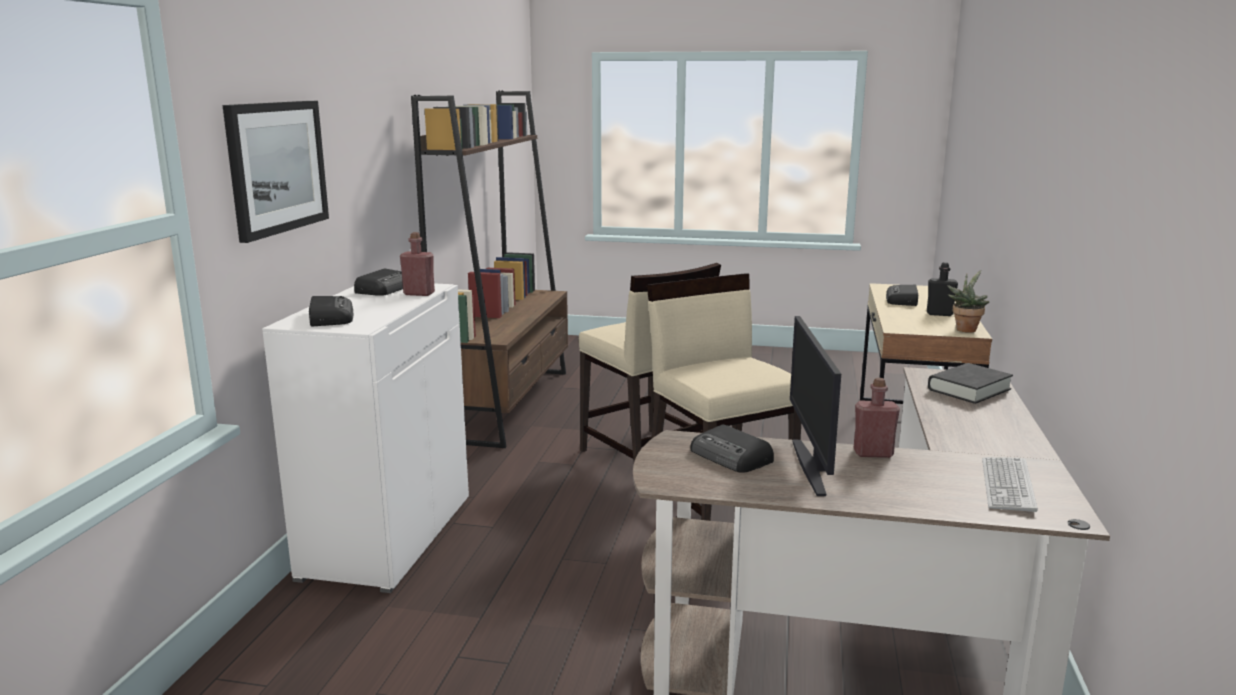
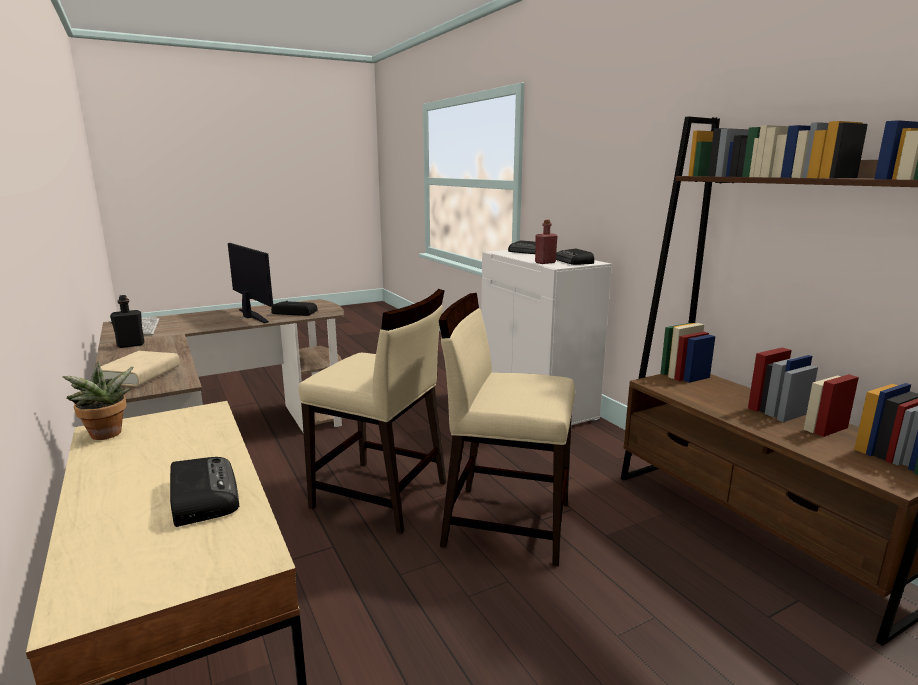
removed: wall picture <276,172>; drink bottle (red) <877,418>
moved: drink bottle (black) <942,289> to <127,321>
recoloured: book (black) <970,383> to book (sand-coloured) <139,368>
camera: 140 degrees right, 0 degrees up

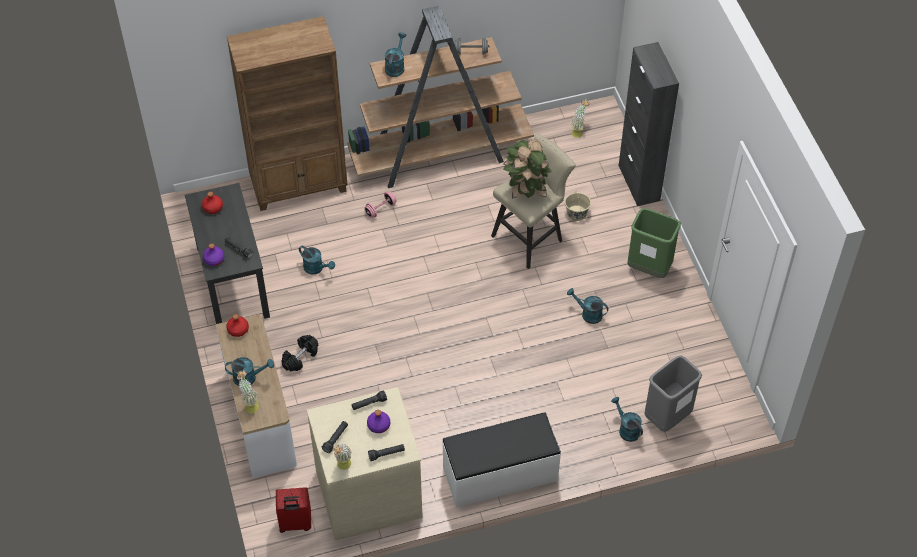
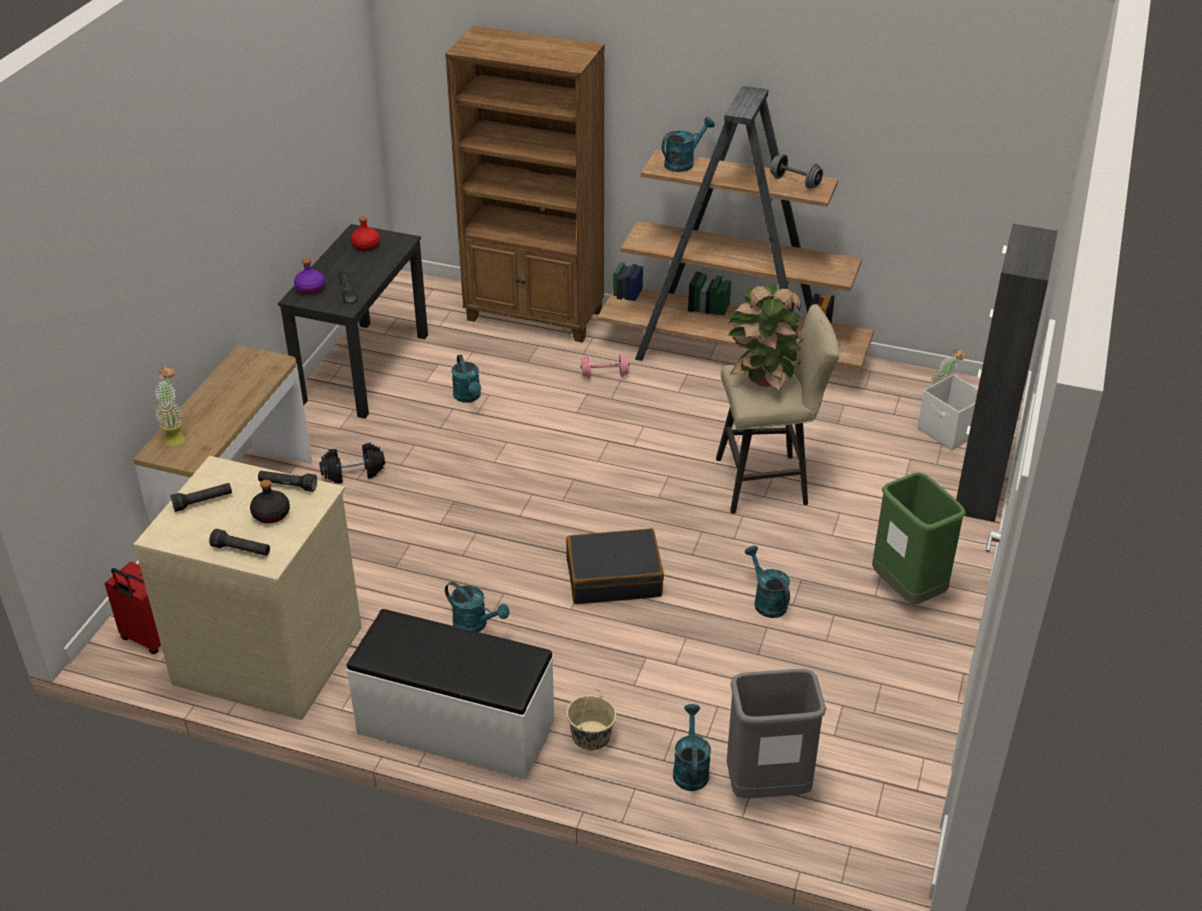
removed: drink bottle (red) <237,325>; plant in a pot <342,456>
added: travel case (black) <615,566>; storage bin (white) <947,412>
moved: watering can (turquoise-coloured) <249,371> to <477,607>; pail (sand-coloured) <578,205> to <591,719>
recoloured: drink bottle (purple-coloured) <378,421> to drink bottle (black) <270,501>
camera: 35 degrees right, 15 degrees down

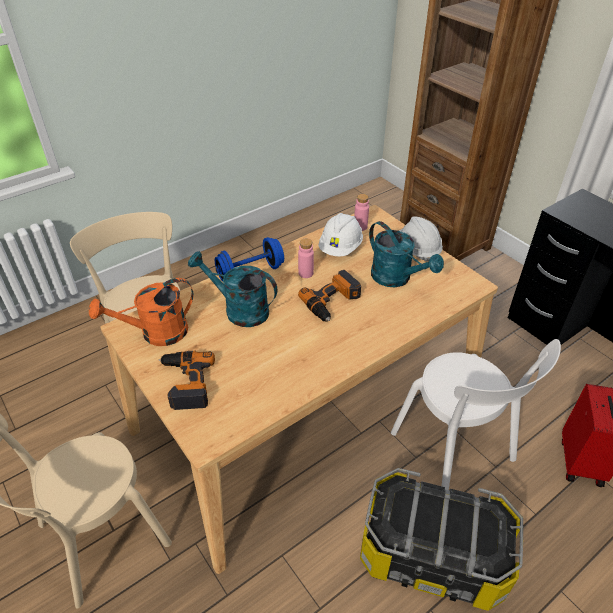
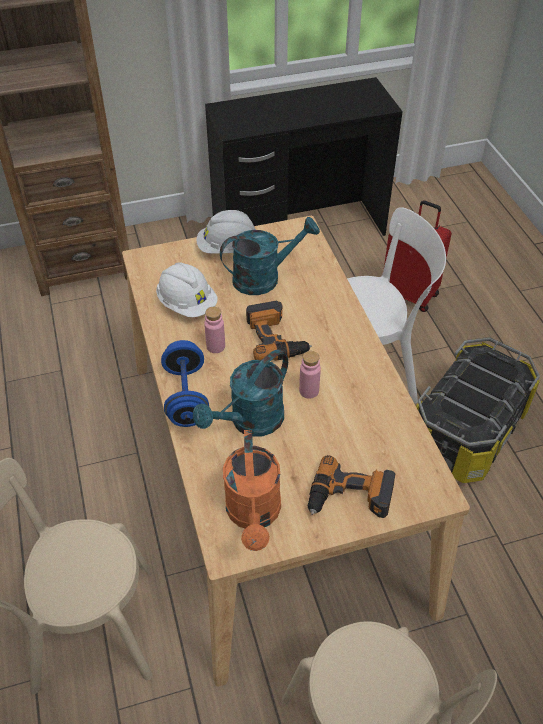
moved: drink bottle (pinkish) <361,212> to <310,375>
camera: 70 degrees left, 5 degrees up

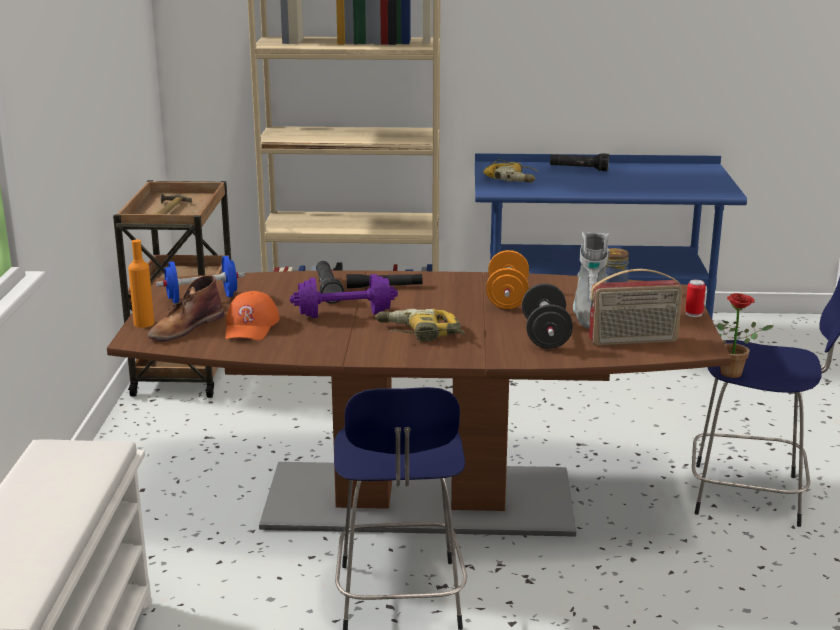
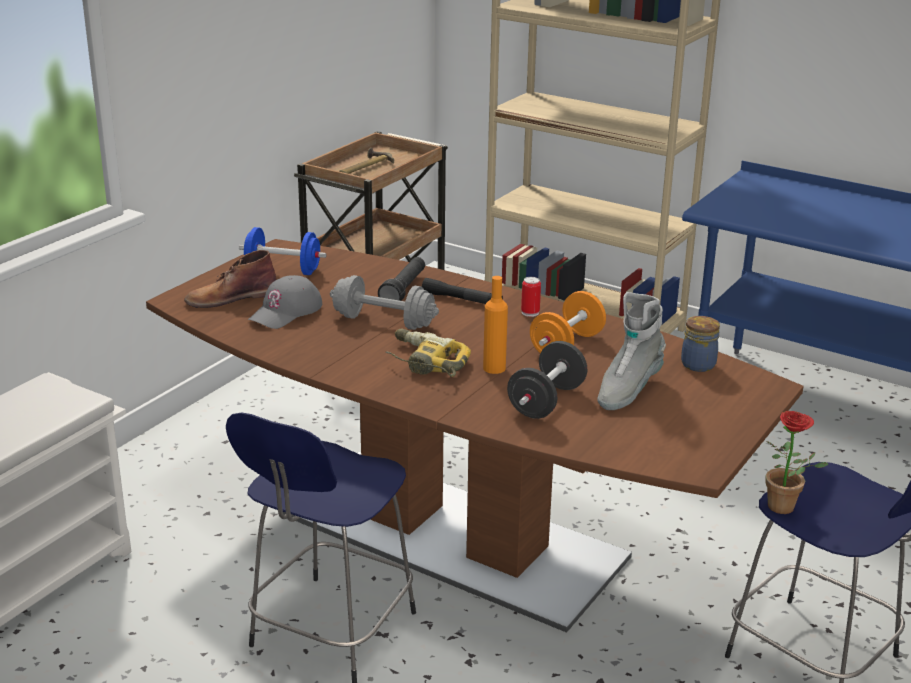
removed: power drill <510,171>; torch (black) <579,162>; radio <636,307>
moved: drink bottle (orangey) <141,284> to <495,325>; sealed can <695,298> to <531,297>
recoloured: cap (orangey) <252,315> to cap (grey) <285,302>; dumbbell (purple-coloured) <343,296> to dumbbell (grey) <384,302>
camera: 30 degrees right, 5 degrees up

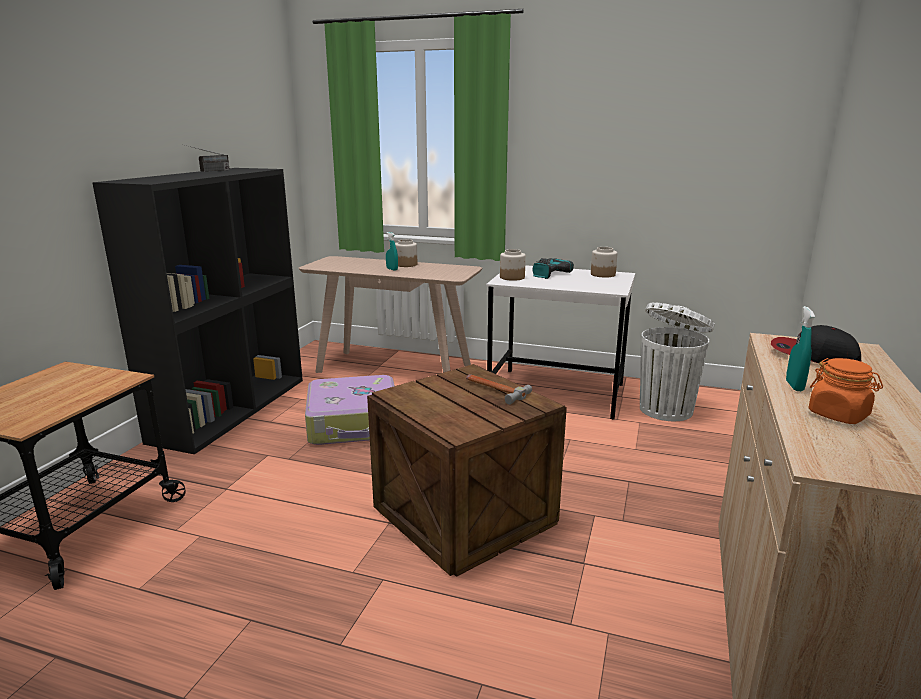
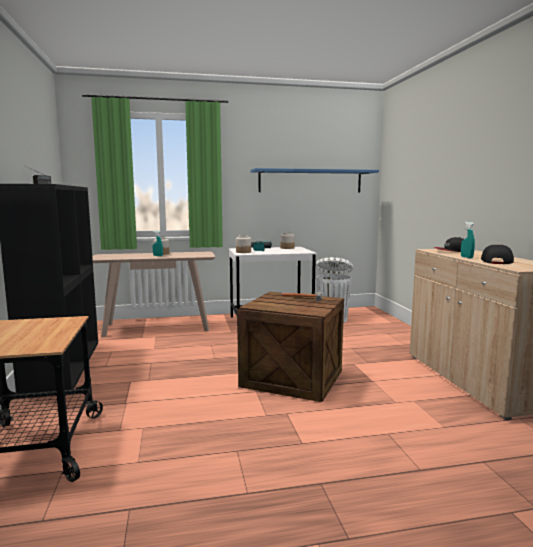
removed: travel case <350,410>
added: wall shelf (blue) <314,180>
replaced: preserve jar (orangey) <846,391> to cap <497,254>
camera: 30 degrees left, 10 degrees down

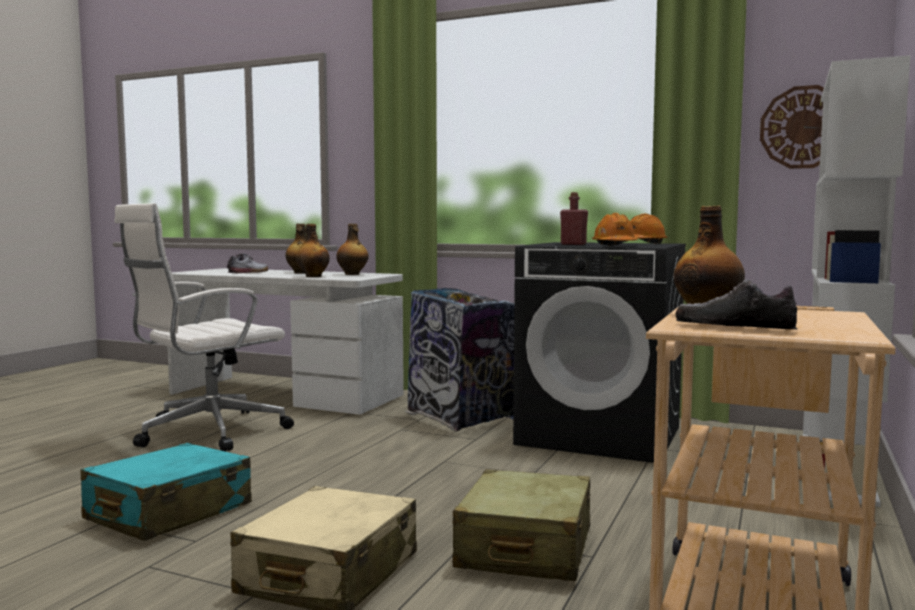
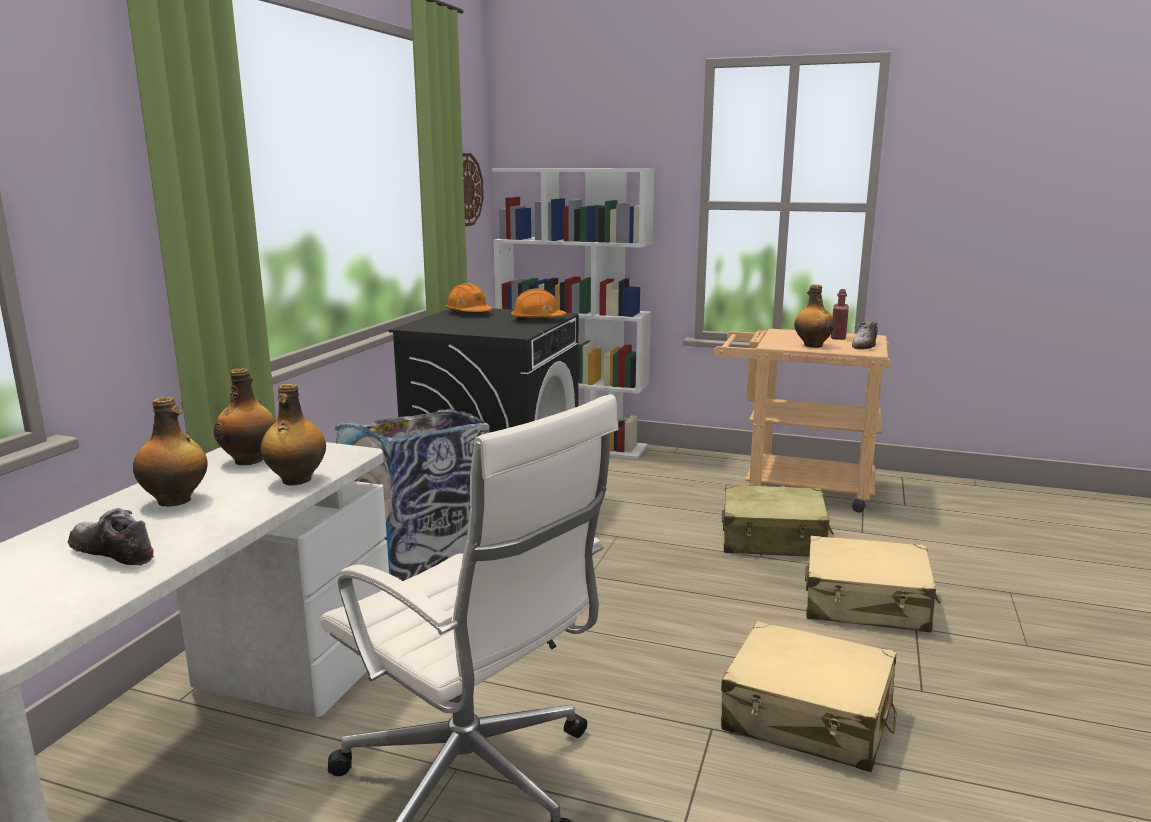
moved: drink bottle (red) <574,218> to <840,314>
recoloured: travel case (turquoise-coloured) <166,492> to travel case (sand-coloured) <809,696>
camera: 95 degrees left, 10 degrees up

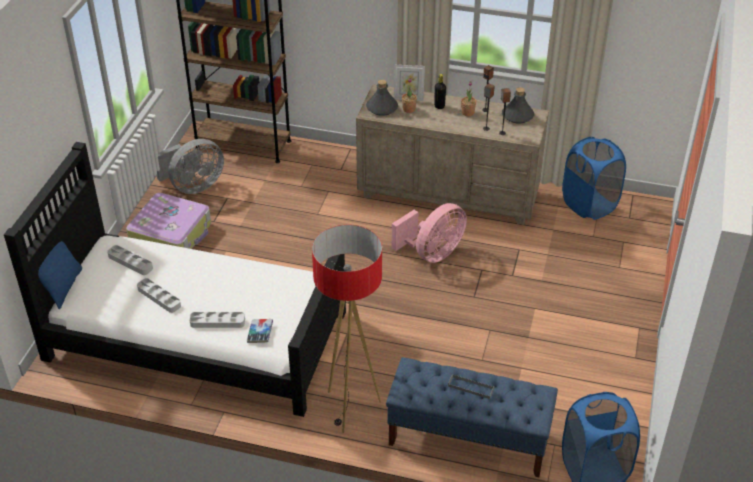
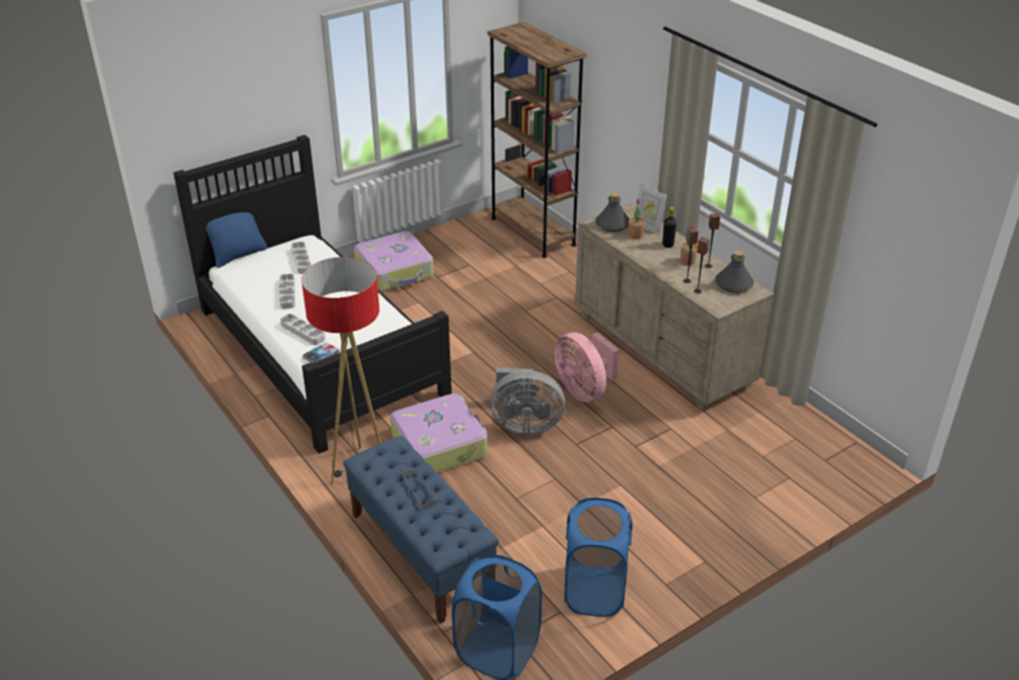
added: travel case <439,433>
moved: electric fan (grey) <190,166> to <527,401>; laundry basket (blue) <594,178> to <598,557>
turned: electric fan (pinkish) <429,233> = <586,367> 60 degrees clockwise
camera: 40 degrees right, 5 degrees down

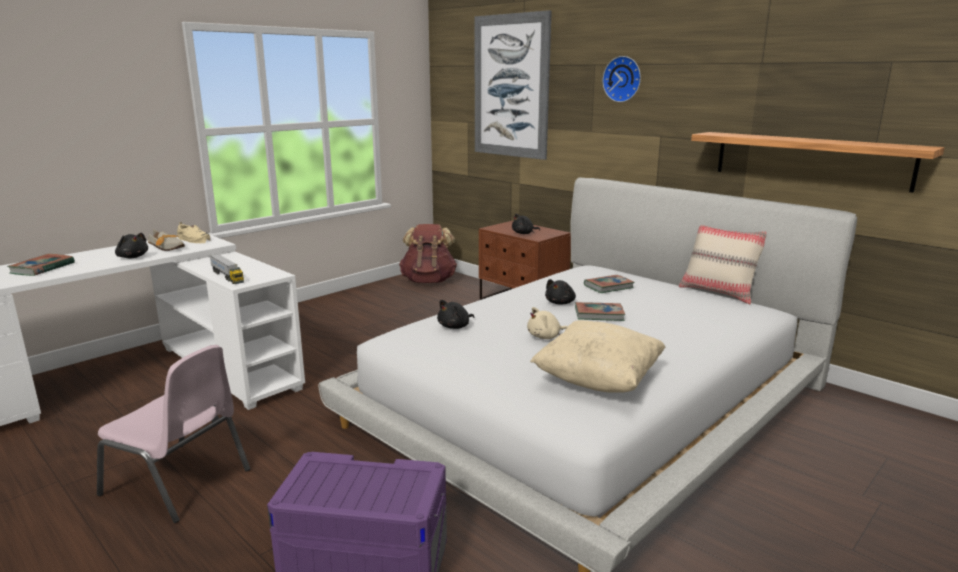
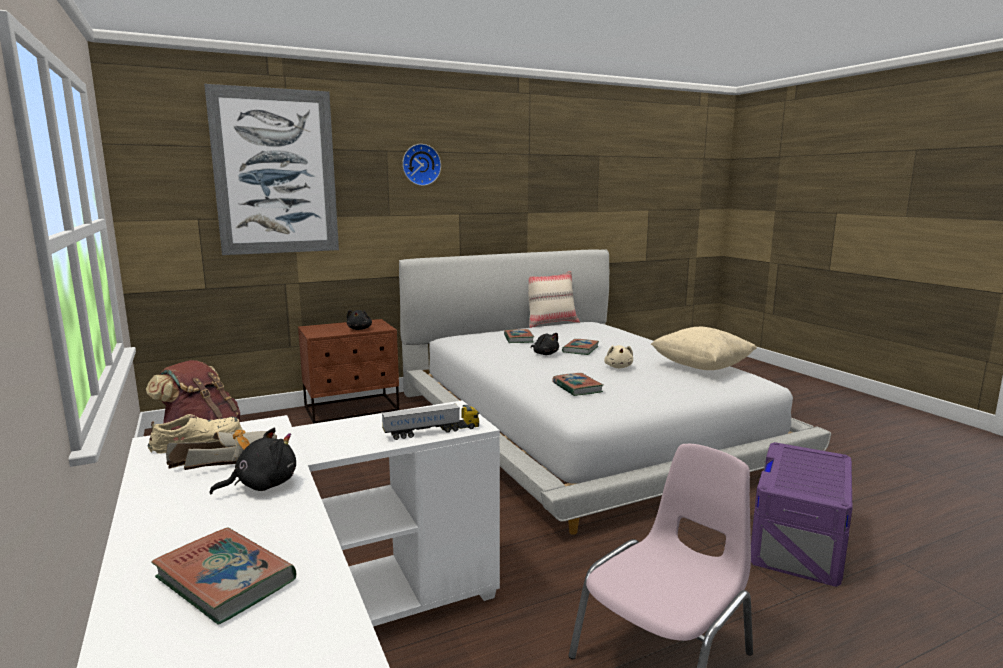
removed: wall shelf <818,162>
replaced: cuddly toy (black) <455,314> to book <577,384>
camera: 70 degrees left, 5 degrees down

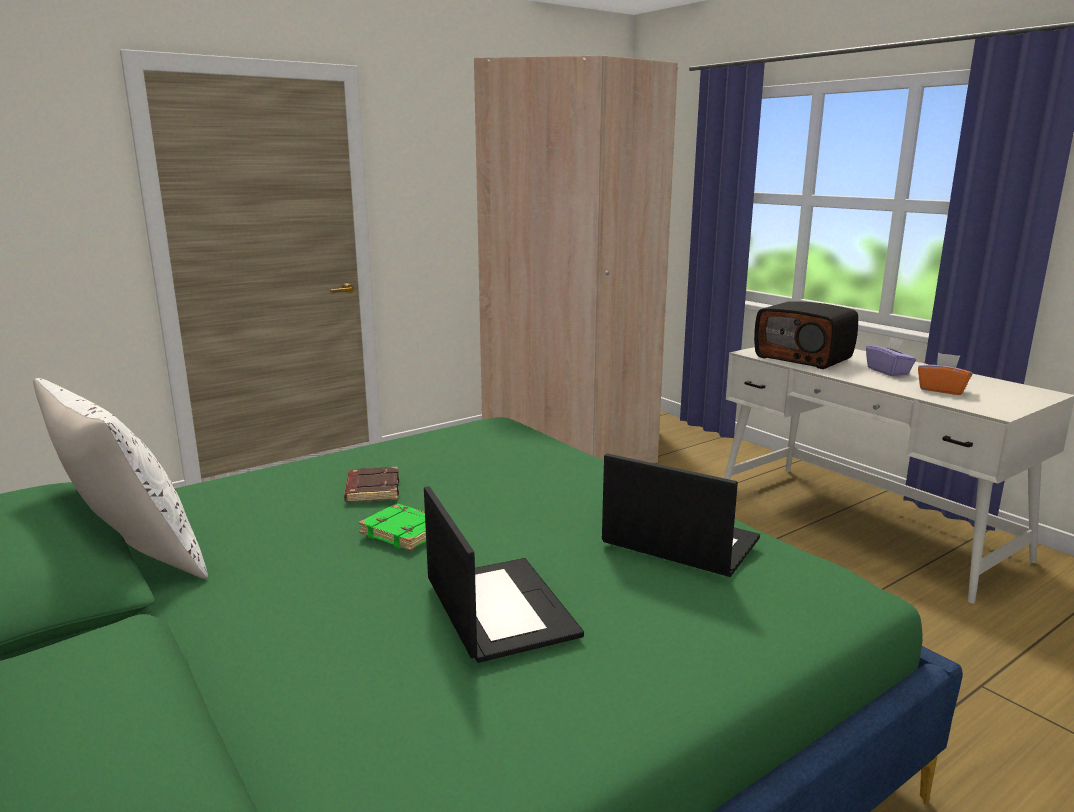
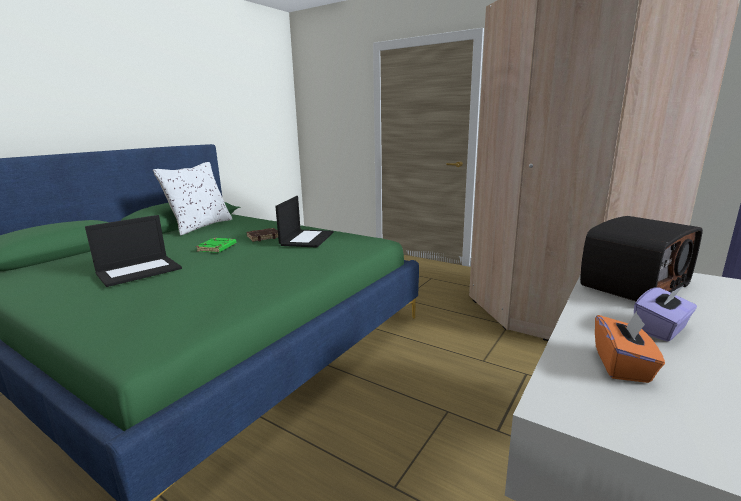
moved: notebook computer <681,515> to <304,222>
turned: radio <806,335> = <641,258> 150 degrees counterclockwise
camera: 70 degrees right, 0 degrees up

